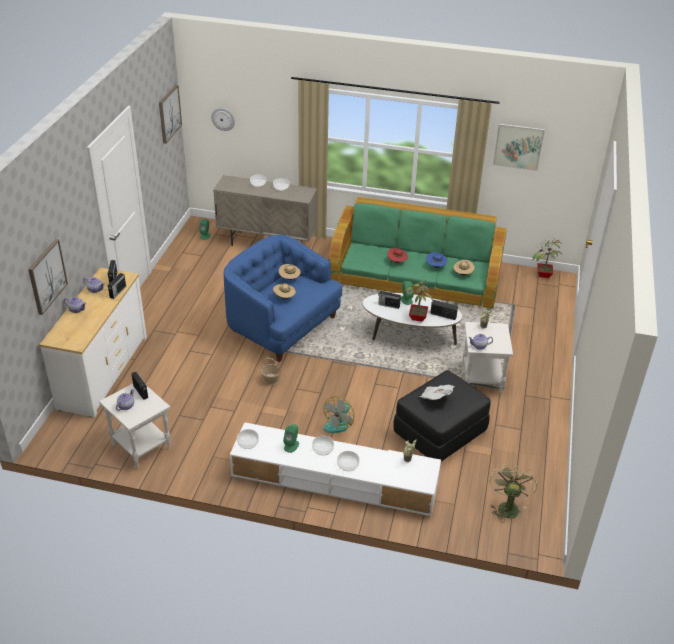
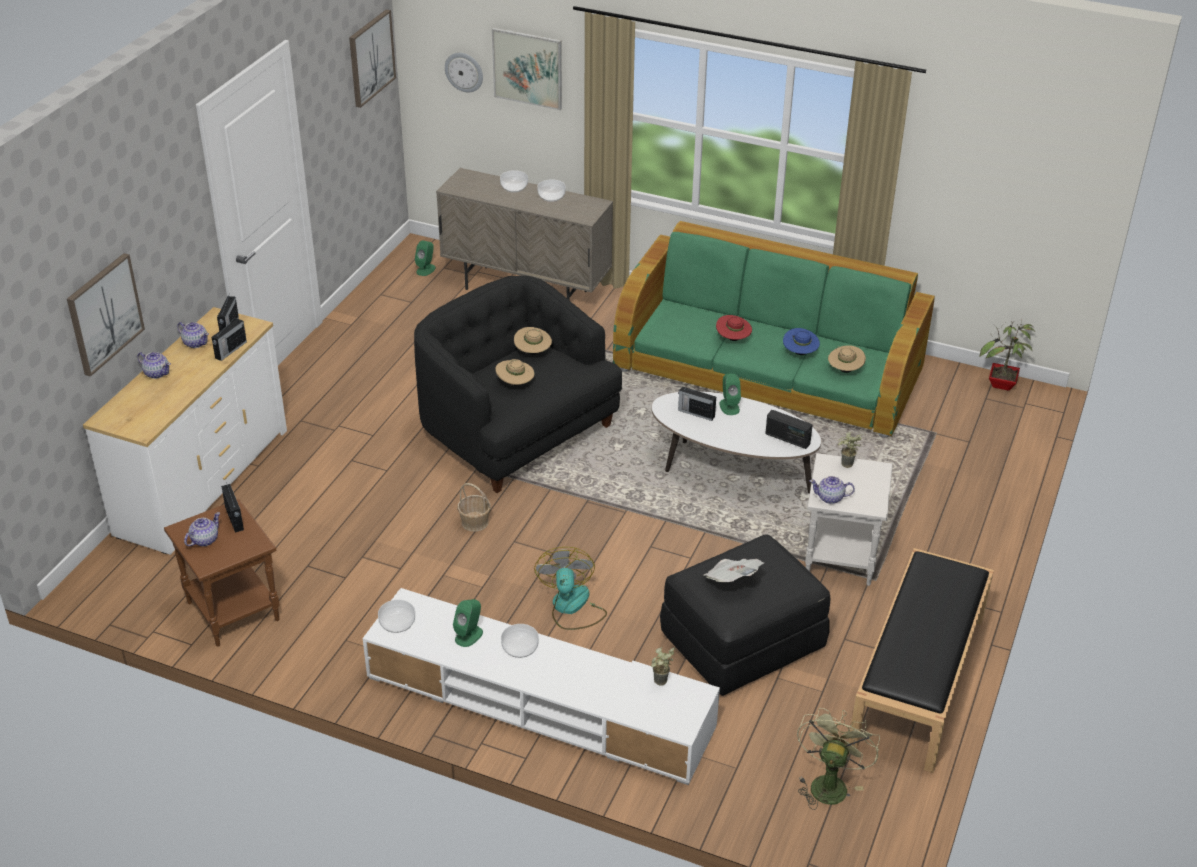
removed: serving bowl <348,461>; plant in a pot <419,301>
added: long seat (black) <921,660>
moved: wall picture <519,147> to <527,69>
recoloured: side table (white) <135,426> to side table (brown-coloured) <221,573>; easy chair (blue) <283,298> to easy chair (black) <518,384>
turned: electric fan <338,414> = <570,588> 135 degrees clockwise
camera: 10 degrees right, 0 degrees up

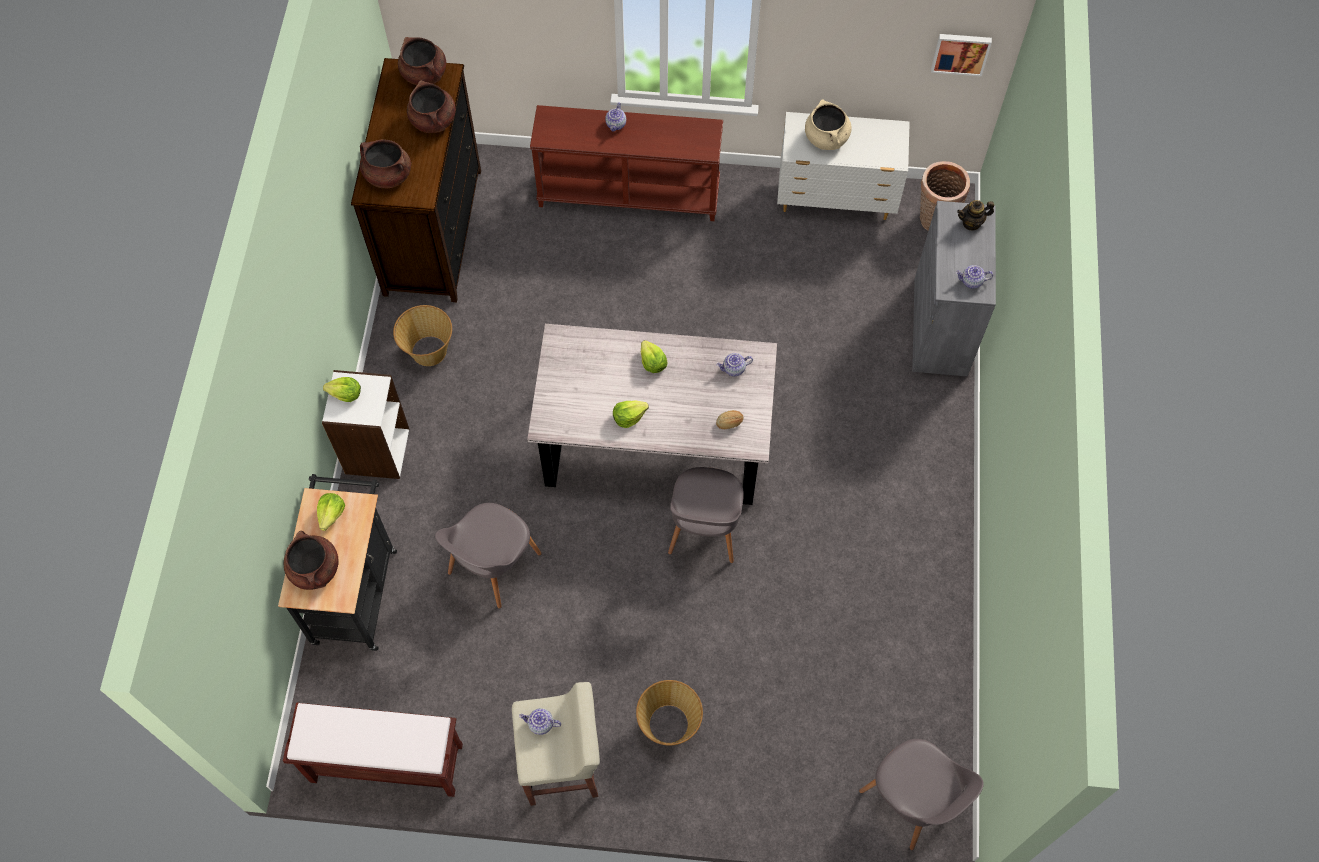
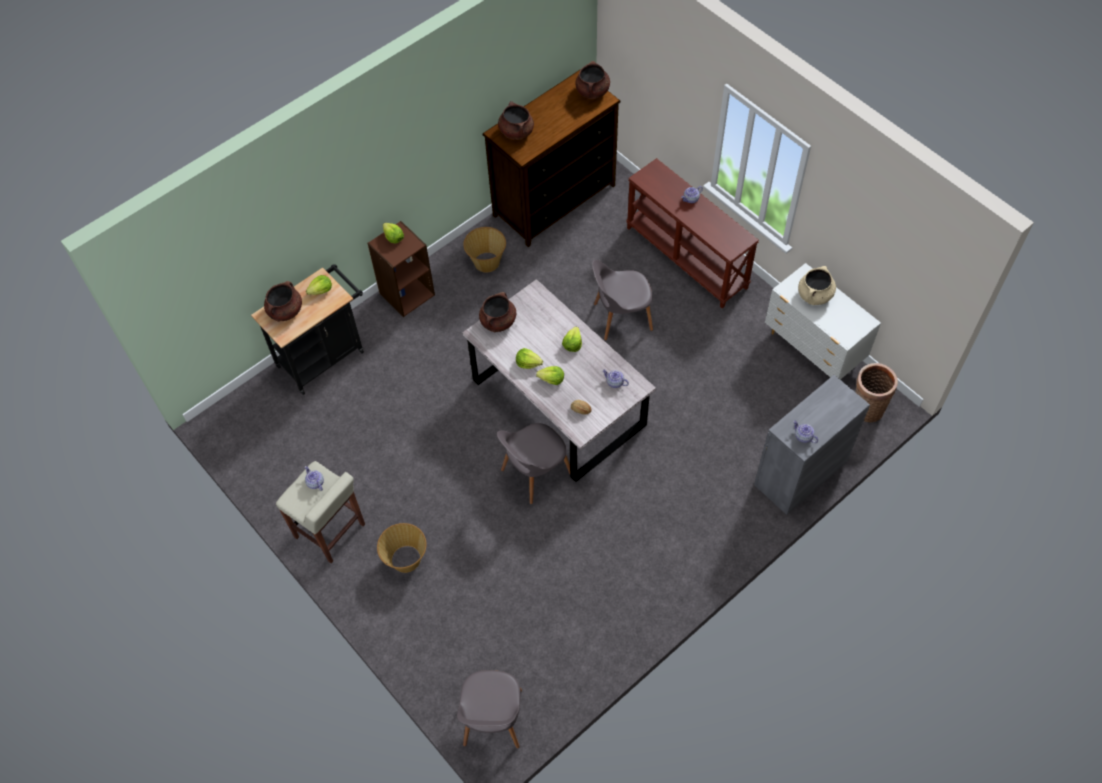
removed: long seat (brown-coloured) <373,750>; wall picture <961,55>; teapot <975,215>
added: lettuce head <550,375>
moved: stockpot (brown-coloured) <431,106> to <497,312>; plain chair (grey) <488,555> to <622,300>
recoloured: bookshelf (white) <365,424> to bookshelf (brown-coloured) <401,269>
camera: 45 degrees right, 5 degrees down

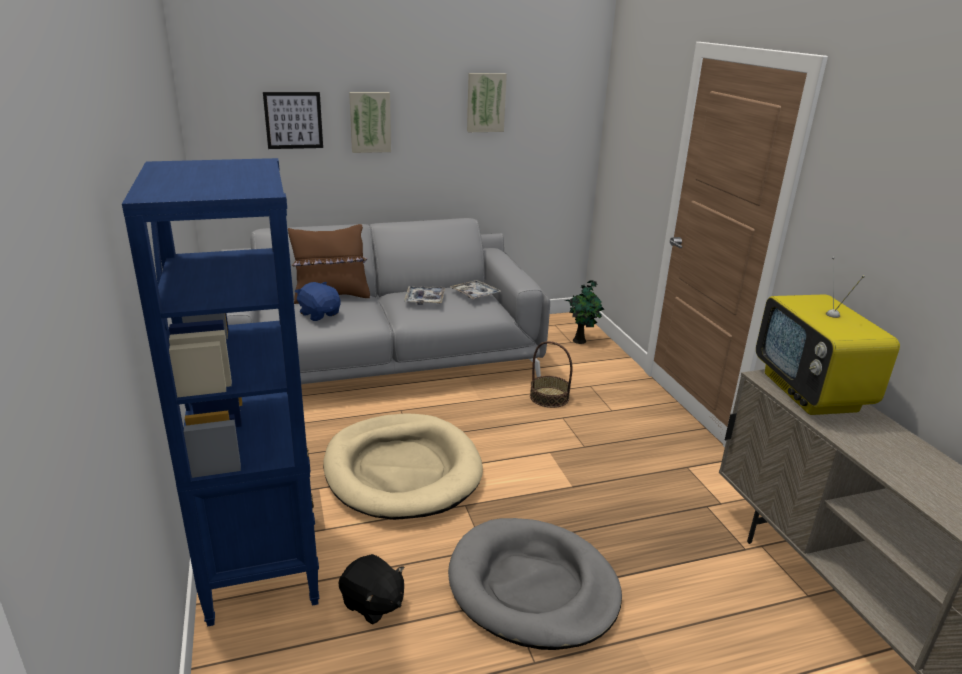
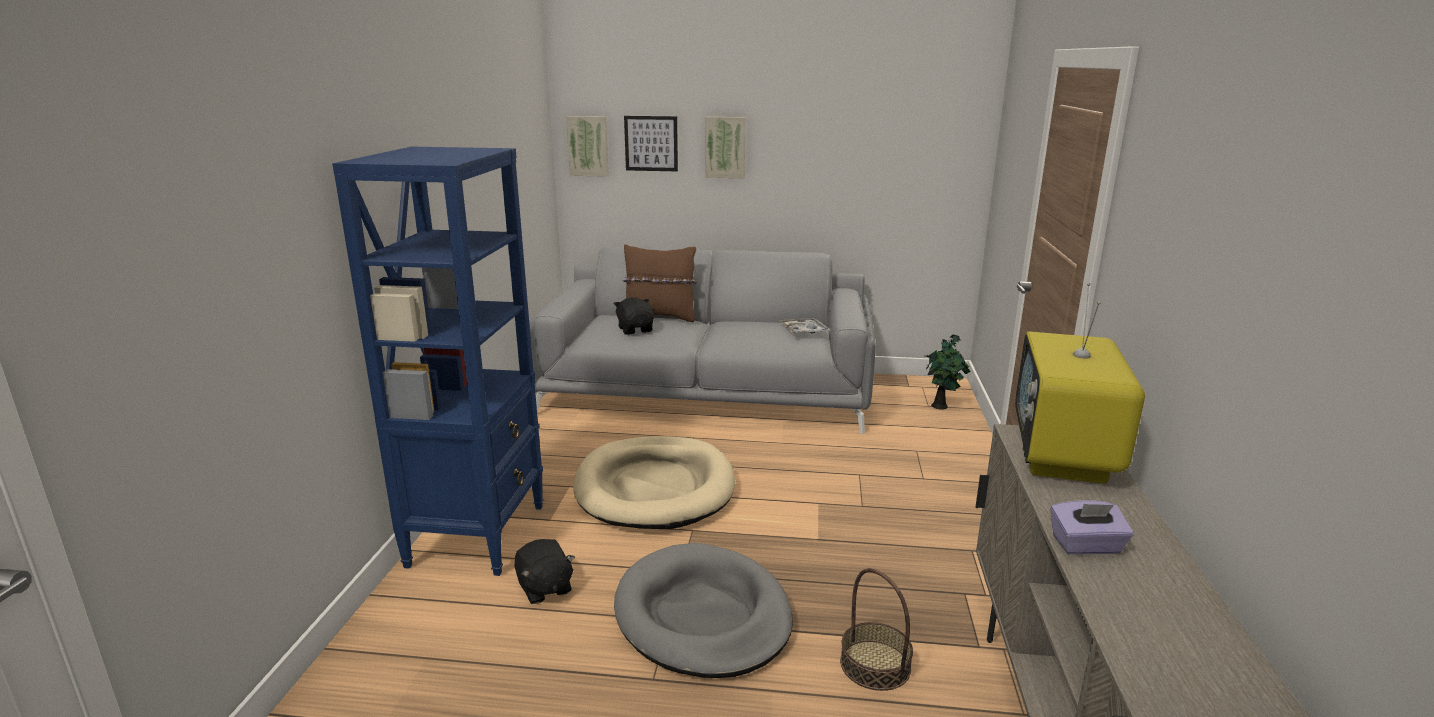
removed: carrying tray <424,295>
added: box of tissues (purple-coloured) <1092,527>
moved: wall picture <487,102> to <587,146>; basket <551,374> to <876,629>
recoloured: cuddly toy (blue) <317,301> to cuddly toy (black) <634,316>
camera: 25 degrees right, 5 degrees down

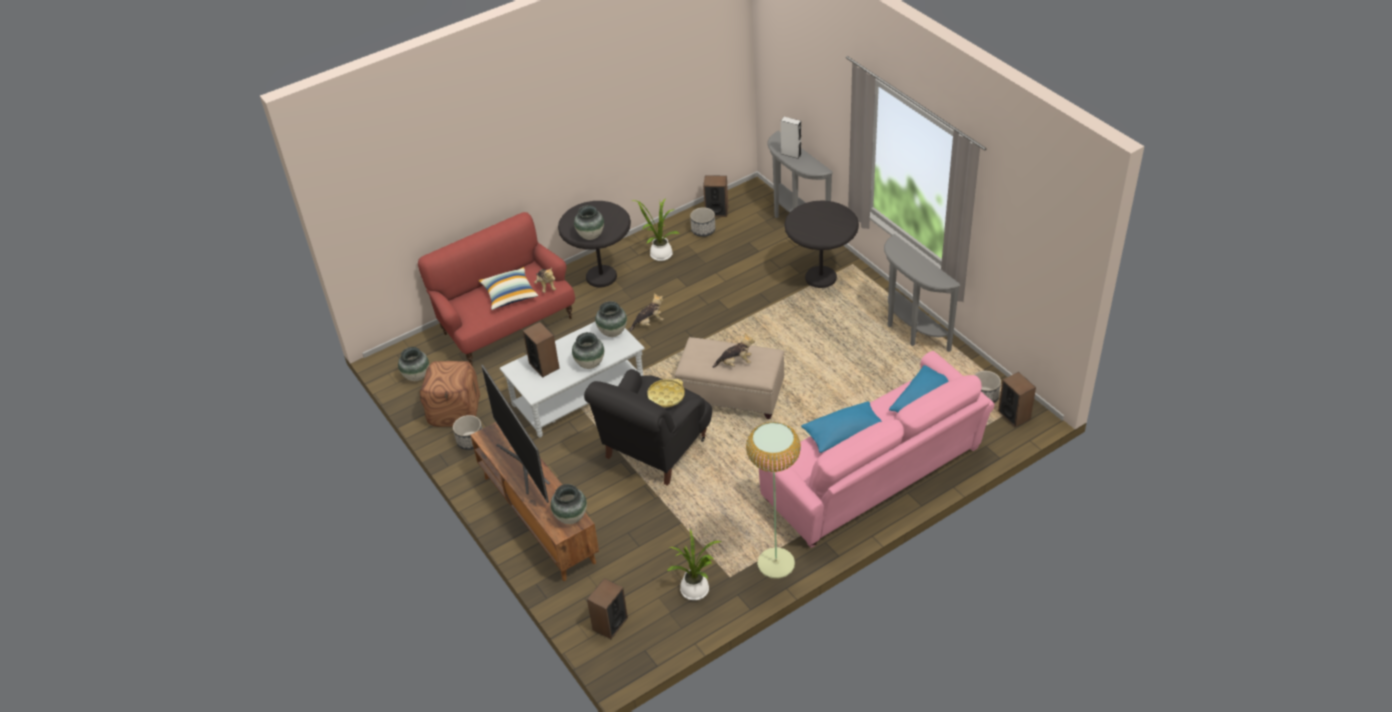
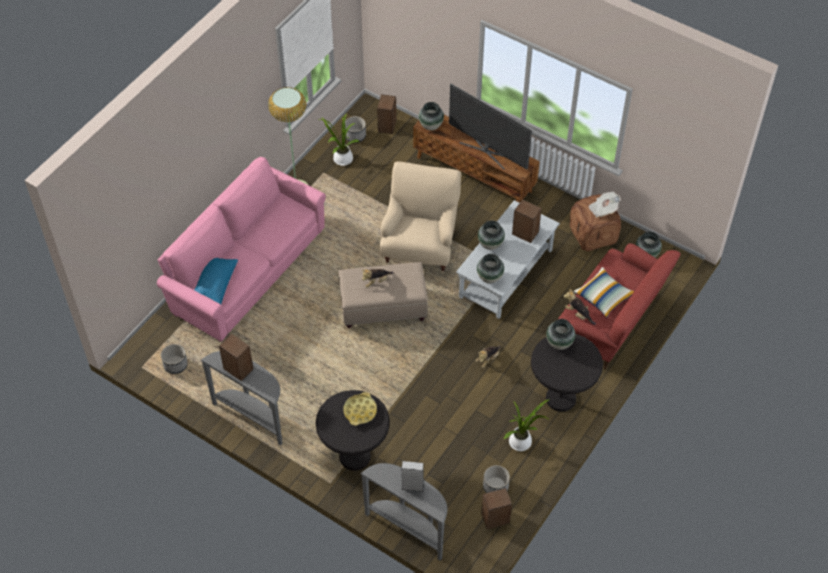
removed: throw pillow (blue) <841,427>
added: newspaper <604,205>
moved: speaker <1017,399> to <236,357>; carrying tray (yellow) <666,393> to <360,409>; planter <467,432> to <355,129>
recoloured: easy chair (black) <648,427> to easy chair (sand-coloured) <420,216>
camera: 155 degrees right, 10 degrees up

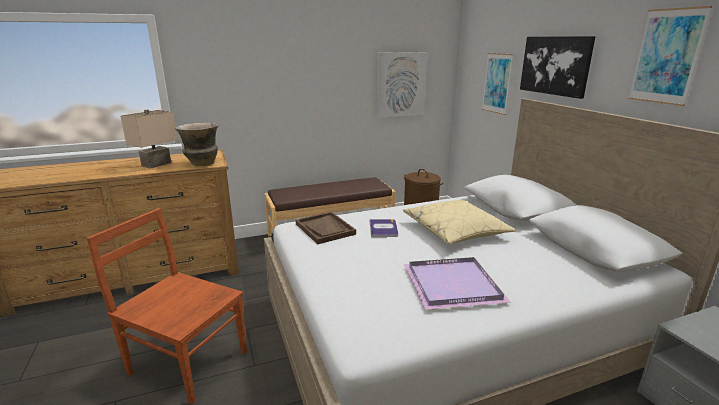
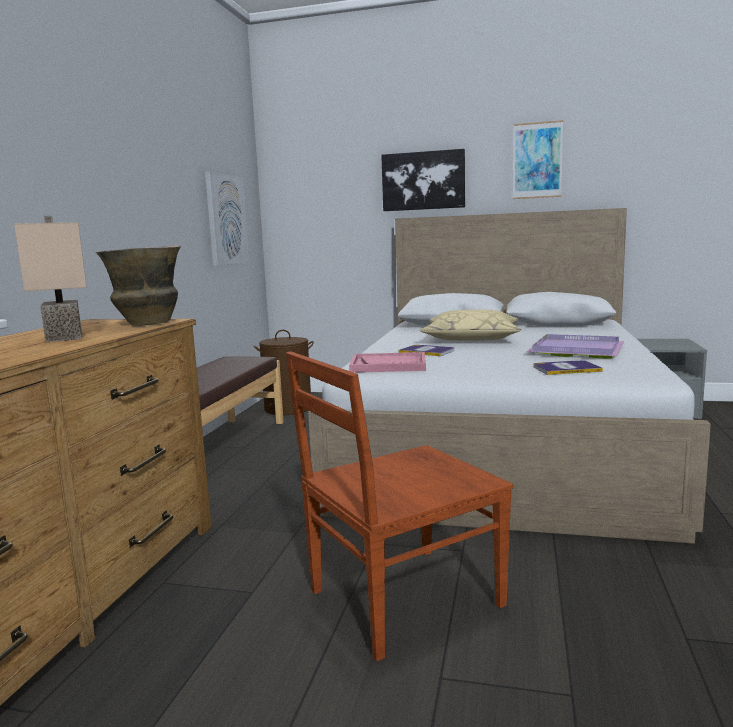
removed: wall picture <497,84>
added: book <568,367>
recoloured: carrying tray (brown-coloured) <325,228> to carrying tray (pinkish) <387,362>
camera: 55 degrees left, 10 degrees down

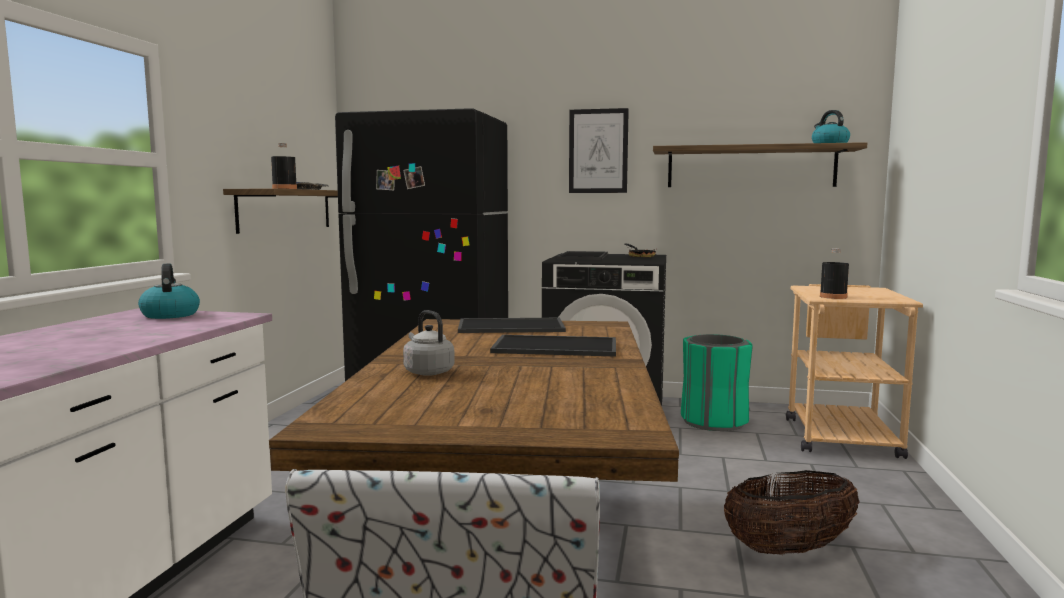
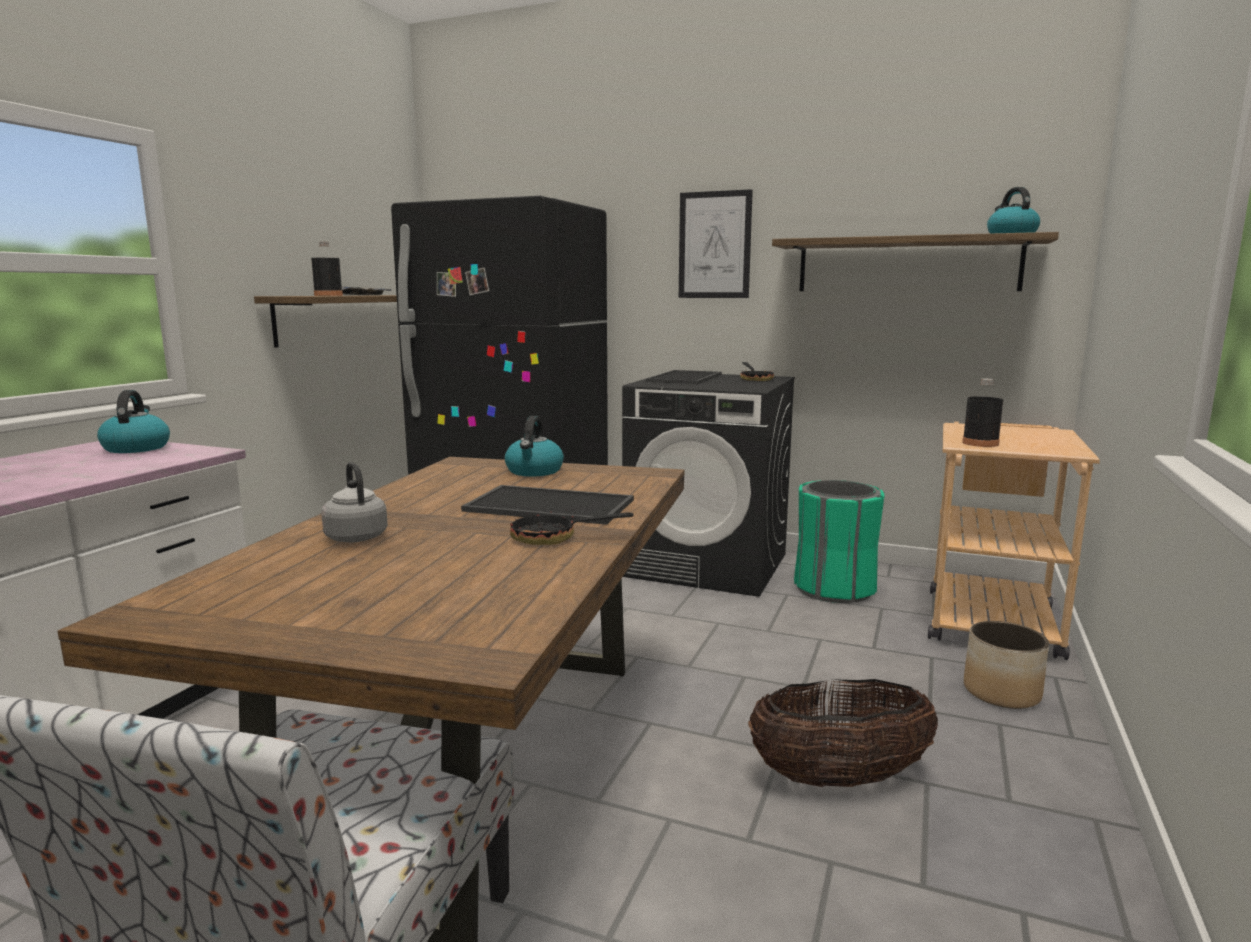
added: skillet <571,523>; planter <1006,665>
replaced: carrying tray <512,325> to kettle <534,446>
camera: 10 degrees right, 5 degrees up

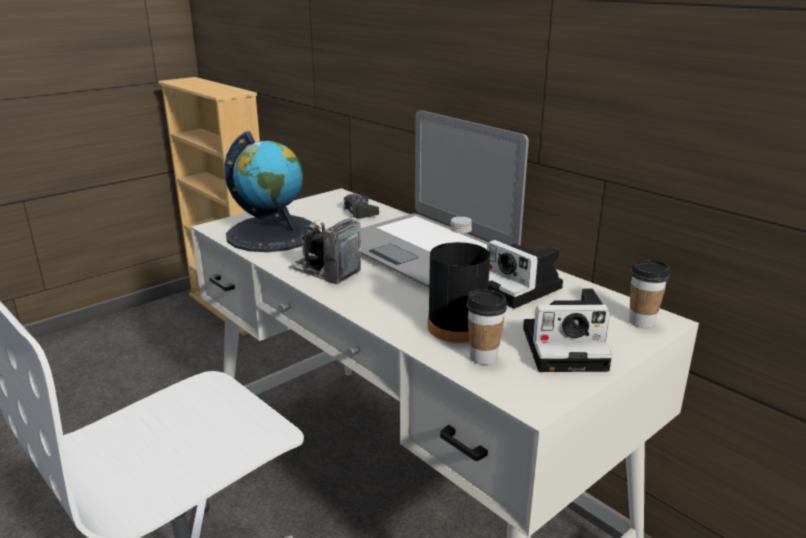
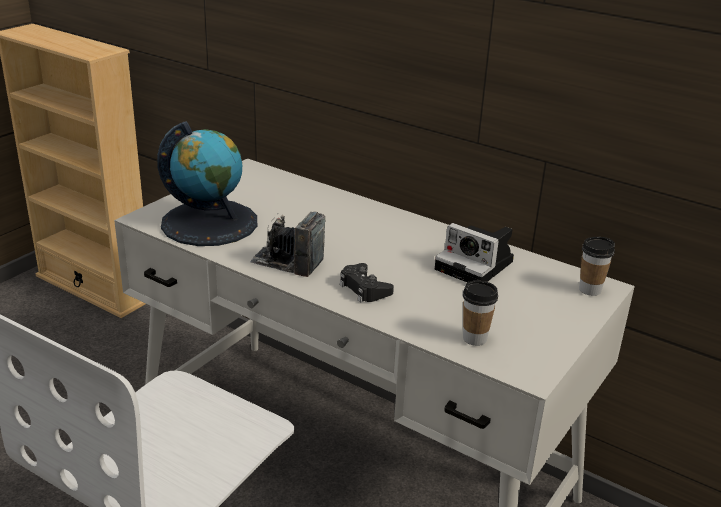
removed: notebook computer <444,199>; drink bottle (black) <458,279>; photo camera <567,330>
moved: gamepad (black) <361,206> to <367,283>
camera: 15 degrees left, 5 degrees up

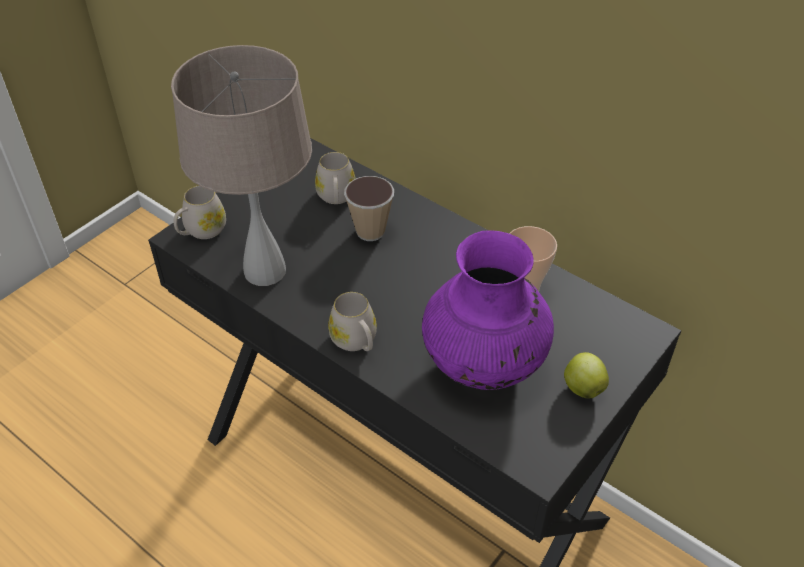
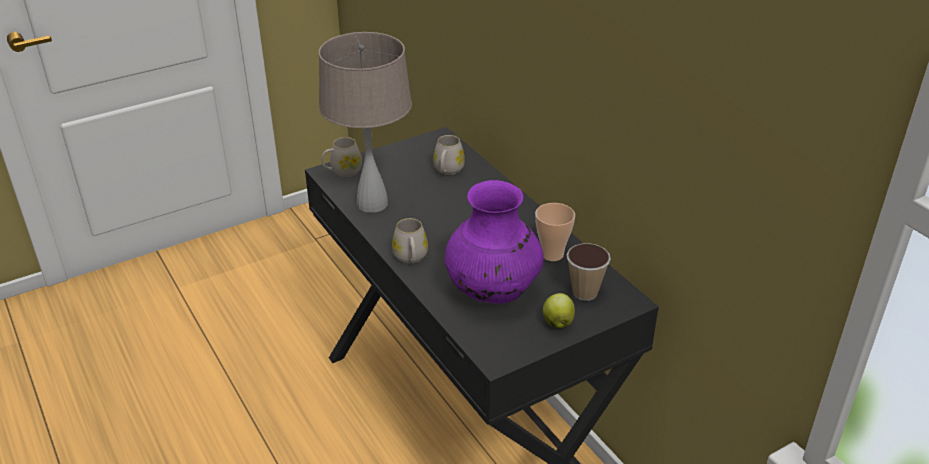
moved: small cup <369,208> to <589,272>
camera: 20 degrees right, 10 degrees down

